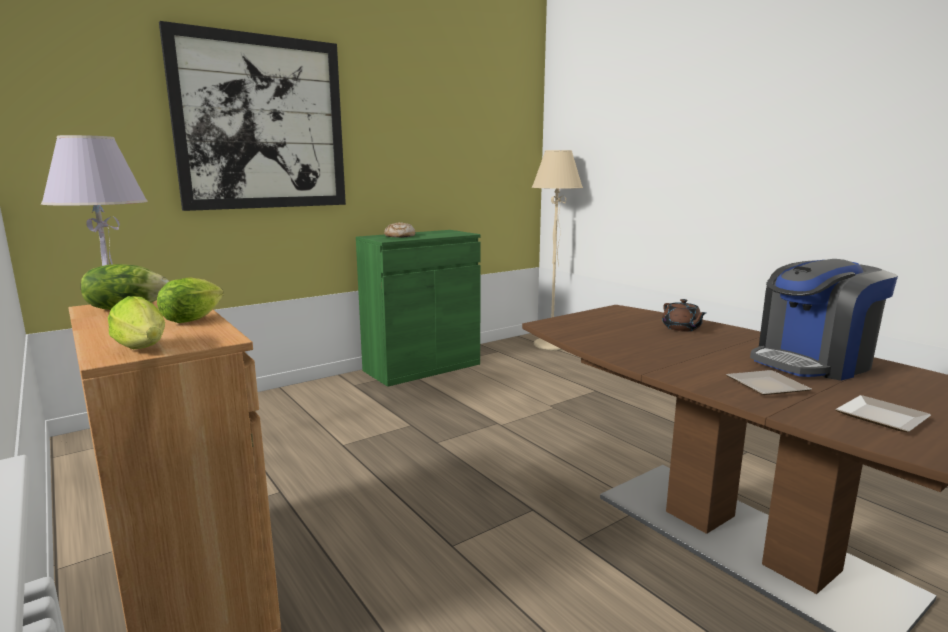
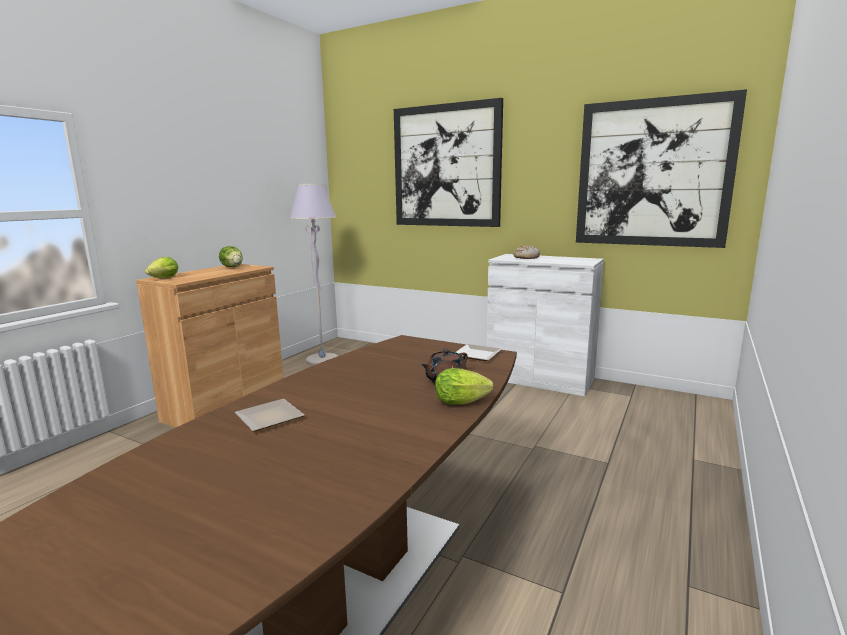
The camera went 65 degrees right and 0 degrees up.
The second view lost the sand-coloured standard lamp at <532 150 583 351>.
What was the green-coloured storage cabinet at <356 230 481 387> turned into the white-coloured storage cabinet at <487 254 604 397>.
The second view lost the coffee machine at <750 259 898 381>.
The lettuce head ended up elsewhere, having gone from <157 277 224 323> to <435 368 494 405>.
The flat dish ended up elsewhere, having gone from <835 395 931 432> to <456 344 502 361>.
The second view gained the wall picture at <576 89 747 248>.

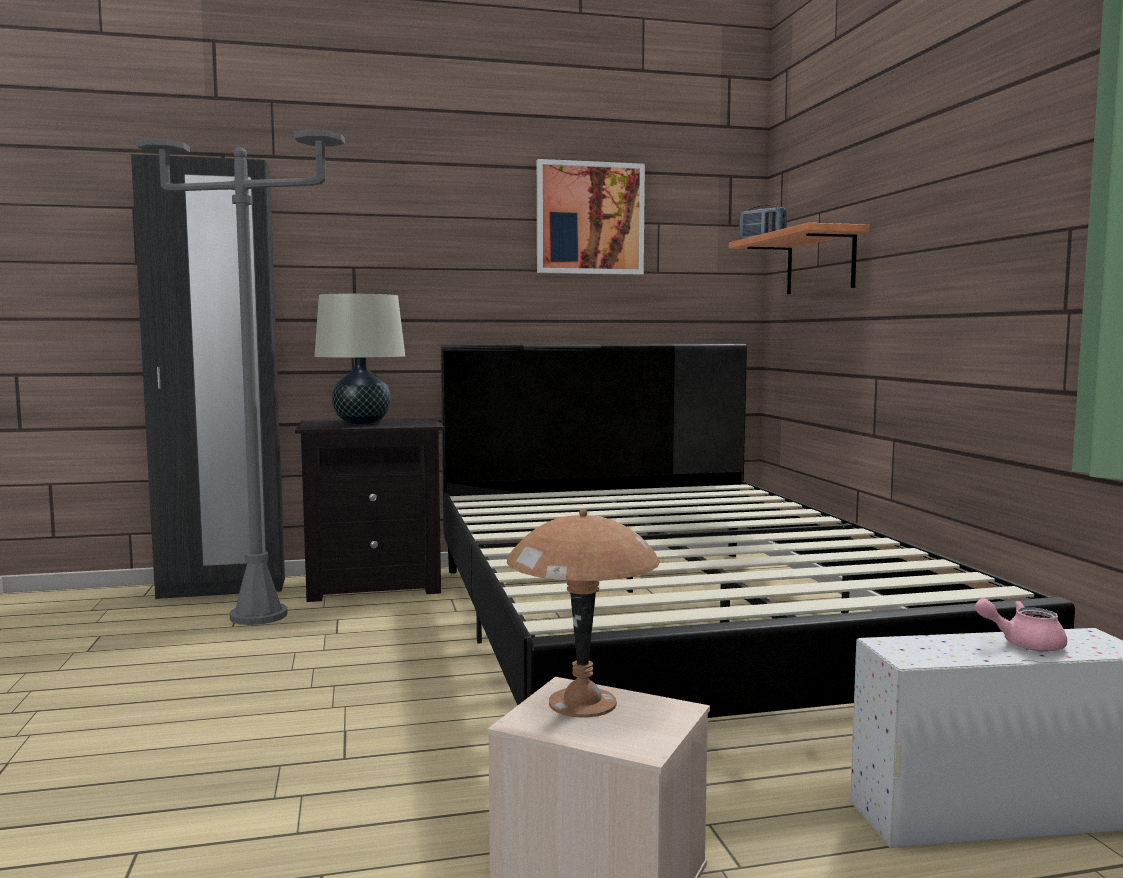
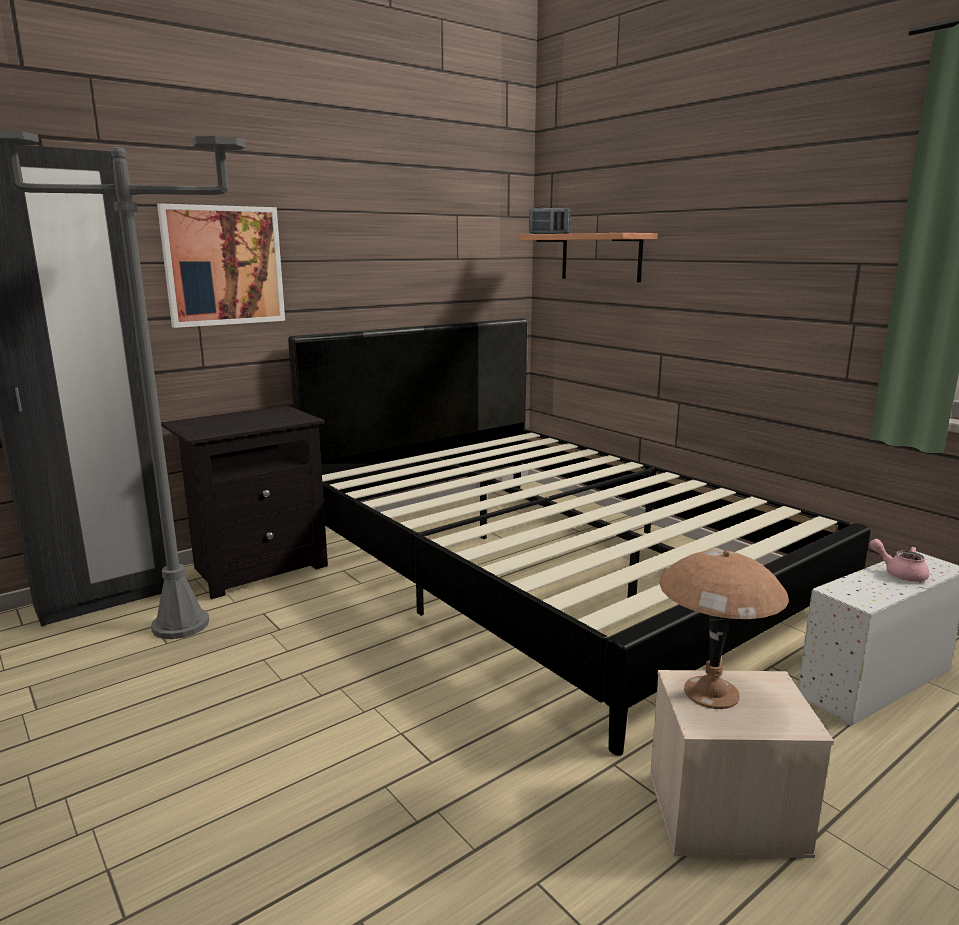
The camera went 25 degrees left and 10 degrees up.
The wall picture ended up elsewhere, having gone from <537 159 645 275> to <157 203 285 328>.
The second view lost the sand-coloured tabletop lamp at <314 294 405 425>.
The pink pot for tea at <975 598 1067 652> ended up facing another way, 60 degrees clockwise from before.

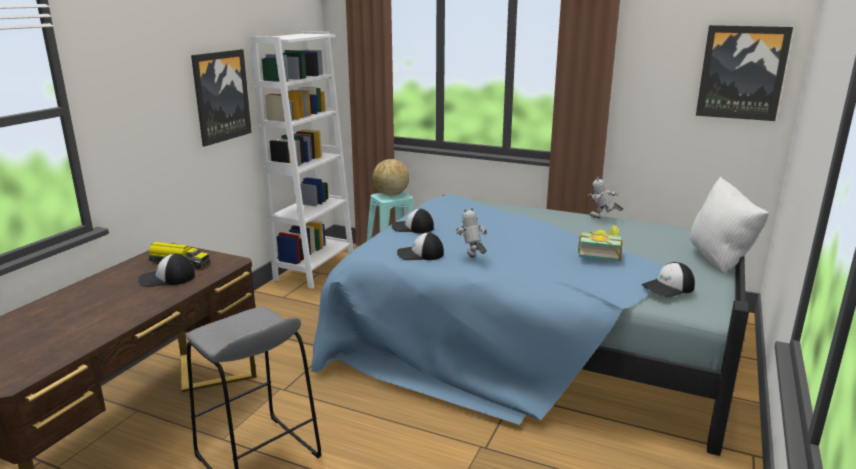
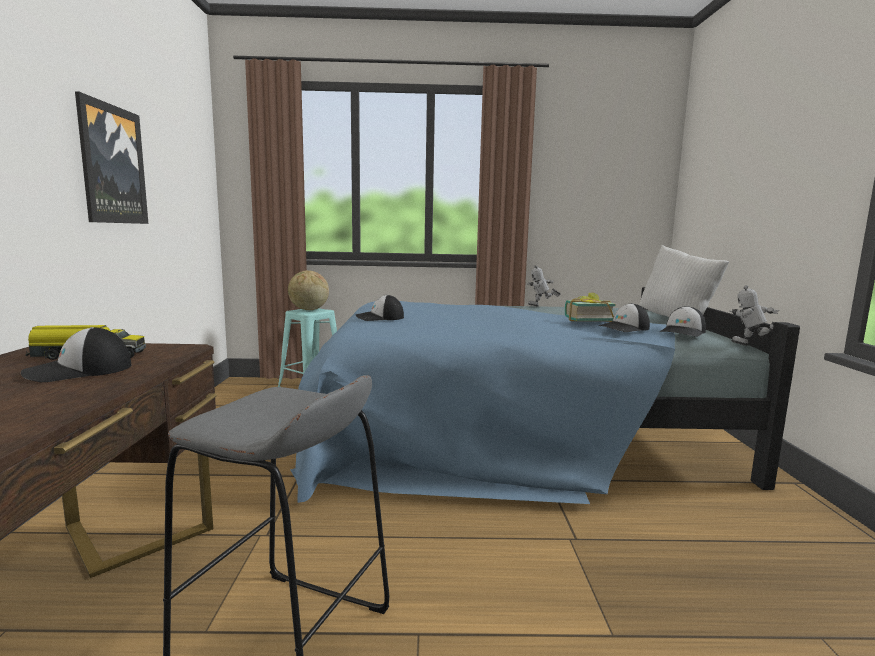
The camera went 25 degrees left and 10 degrees down.
The second view lost the wall picture at <696 25 793 121>.
The second view lost the white-coloured bookcase at <250 31 354 289>.
The toy robot ended up elsewhere, having gone from <456 207 488 258> to <729 285 779 346>.
The peaked cap ended up elsewhere, having gone from <397 233 444 260> to <598 303 650 332>.

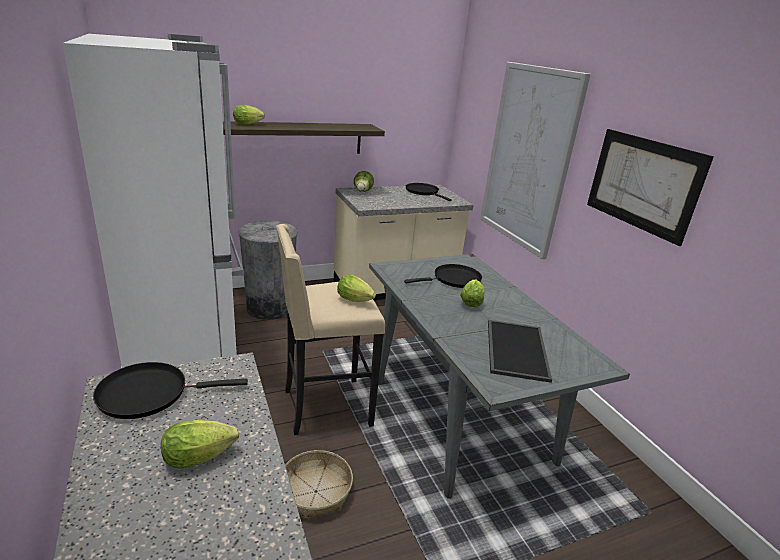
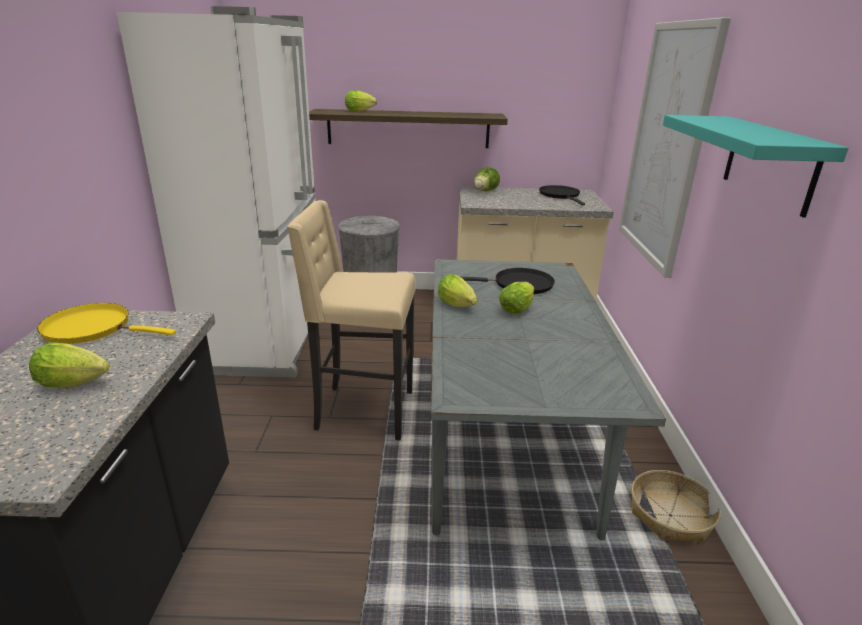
The camera went 25 degrees right and 0 degrees up.
Where the wall picture hung at <587 129 714 246>, the turquoise-coloured shelf came to hang at <663 115 849 218>.
The lettuce head ended up elsewhere, having gone from <337 275 376 302> to <438 274 477 307>.
The second view lost the tray at <488 320 552 383>.
What was the black-coloured frying pan at <93 362 248 419> turned into the yellow frying pan at <37 303 176 344>.
The basket ended up elsewhere, having gone from <285 450 353 520> to <631 470 721 543>.

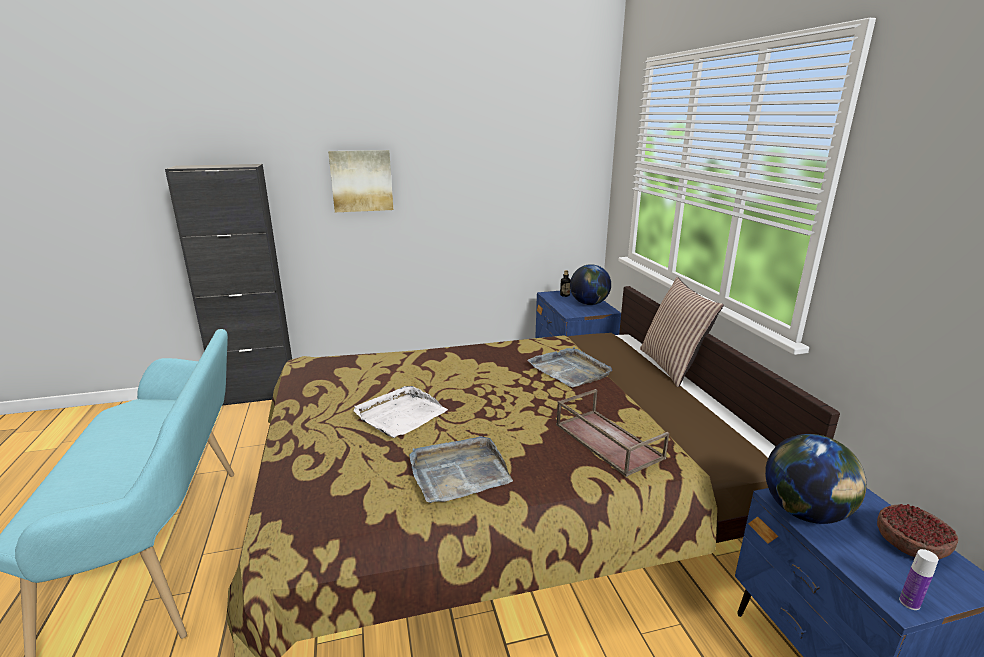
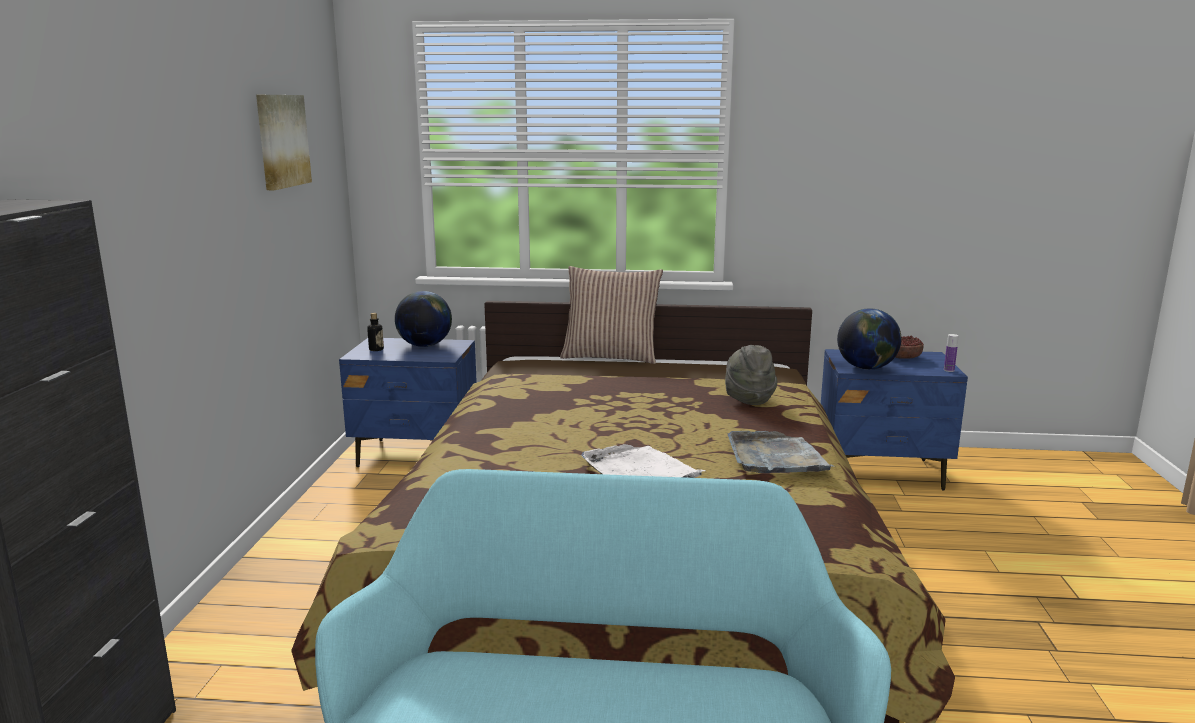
The camera went 70 degrees left and 5 degrees down.
The wall picture ended up elsewhere, having gone from <328 150 393 212> to <256 95 312 190>.
The second view lost the grey tray at <527 347 612 387>.
Where the brown-coloured tray stood at <556 389 669 477>, the grey wearable hat came to stand at <725 345 777 405>.

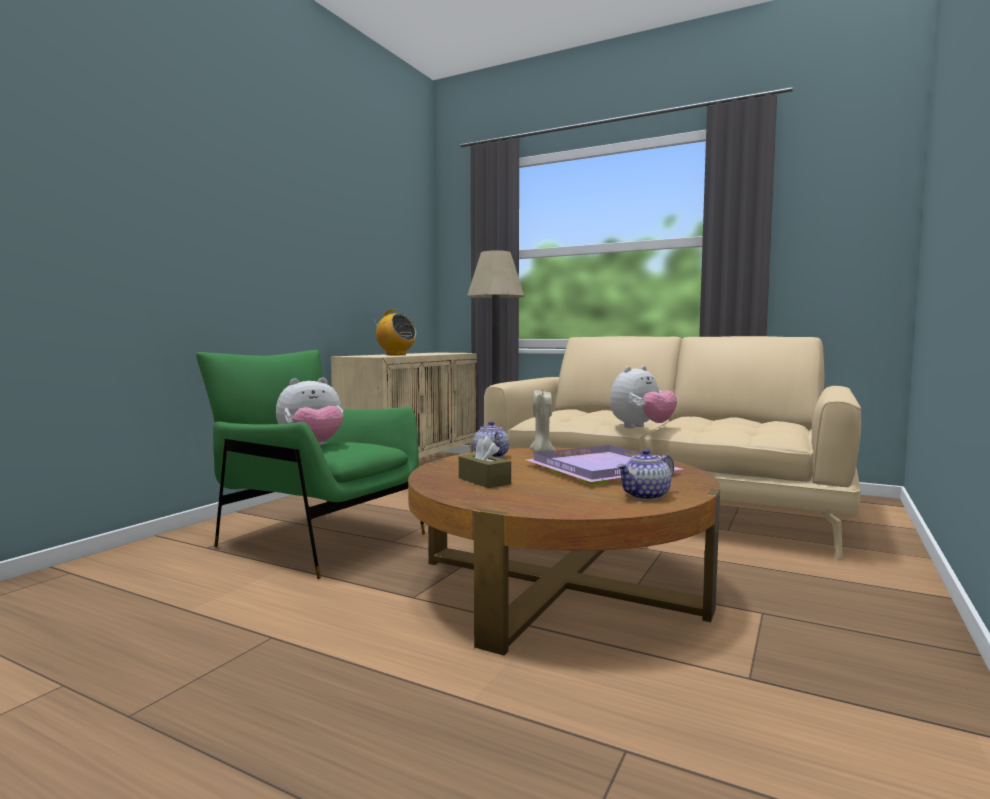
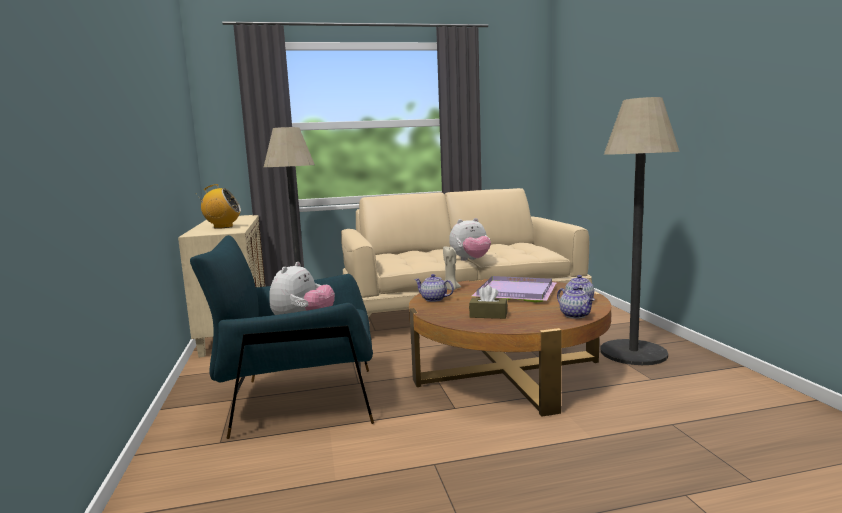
The camera went 40 degrees left and 5 degrees up.
What was the green-coloured lounge chair at <196 350 425 579> turned into the bluish lounge chair at <190 235 374 439>.
The cuddly toy at <610 366 677 428> ended up facing another way, 60 degrees clockwise from before.
The second view gained the standard lamp at <600 97 680 365>.
The second view gained the pot for tea at <557 287 595 319>.

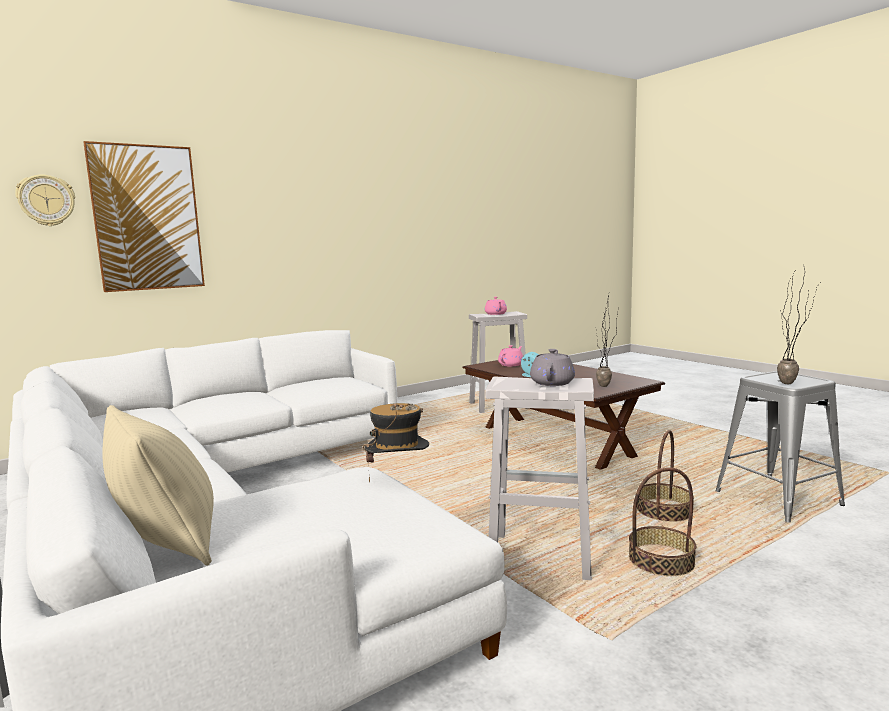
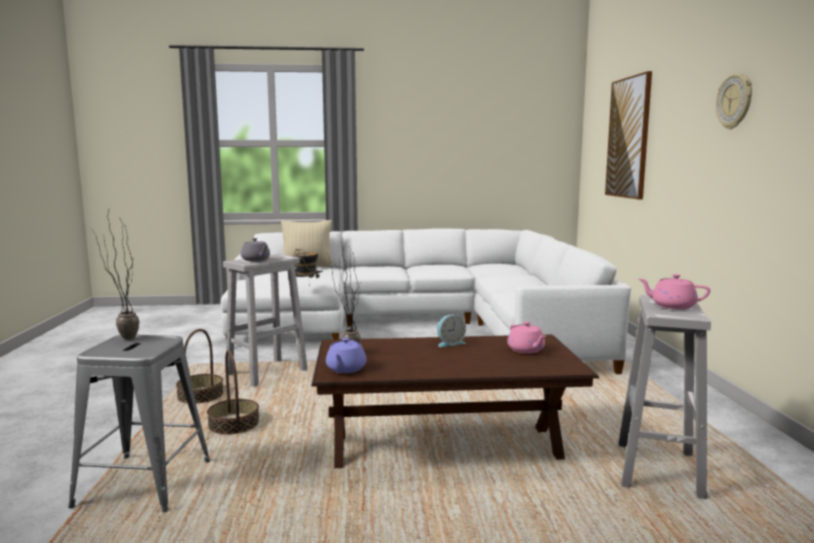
The camera went 120 degrees right and 0 degrees up.
The hanging clock ended up elsewhere, having gone from <15 174 75 226> to <716 74 752 129>.
The second view gained the purple-coloured pot for tea at <326 338 366 373>.

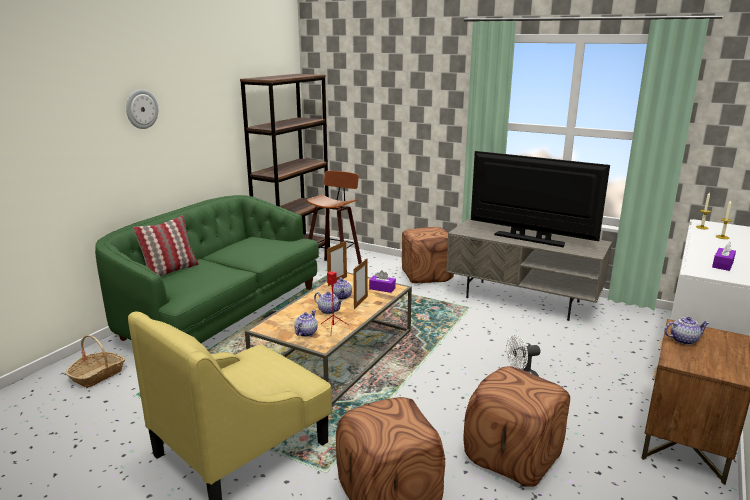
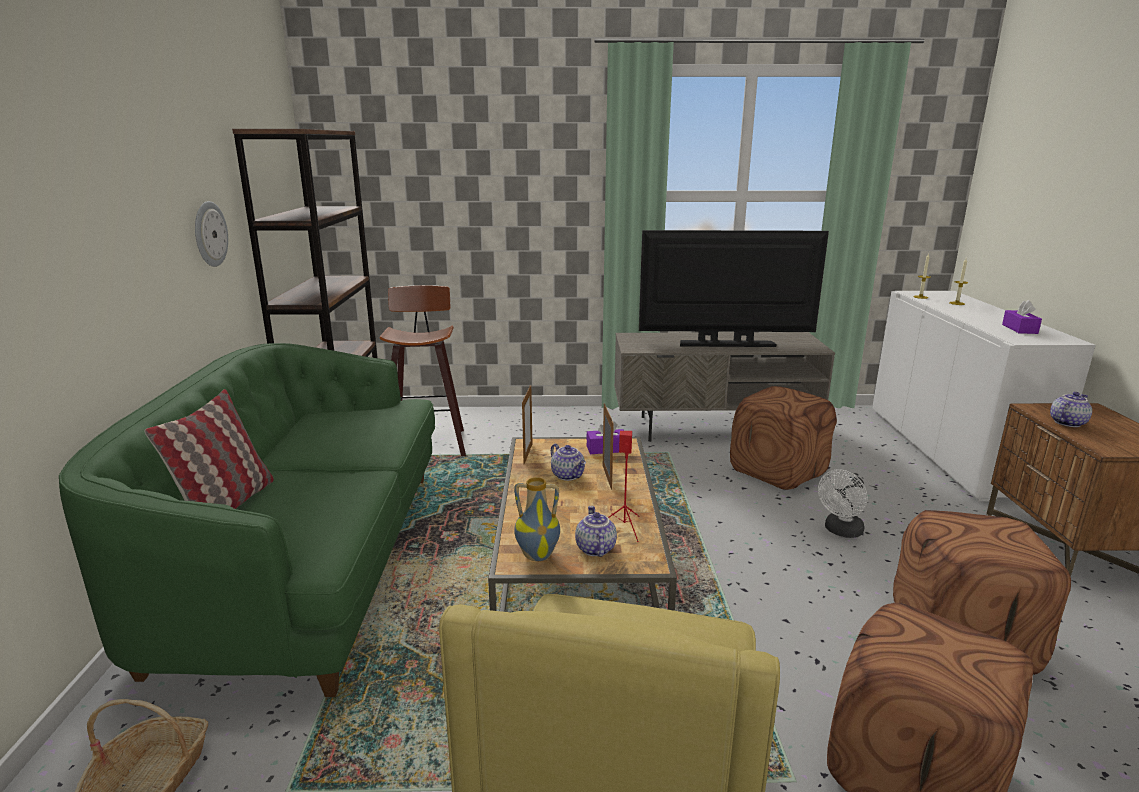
The camera went 30 degrees left and 0 degrees up.
The hanging clock ended up elsewhere, having gone from <126 89 158 129> to <195 201 228 267>.
The brown-coloured footrest ended up elsewhere, having gone from <402 227 454 283> to <730 386 837 490>.
The second view lost the pot for tea at <314 292 343 314>.
The second view gained the decorative vase at <514 477 560 561>.

